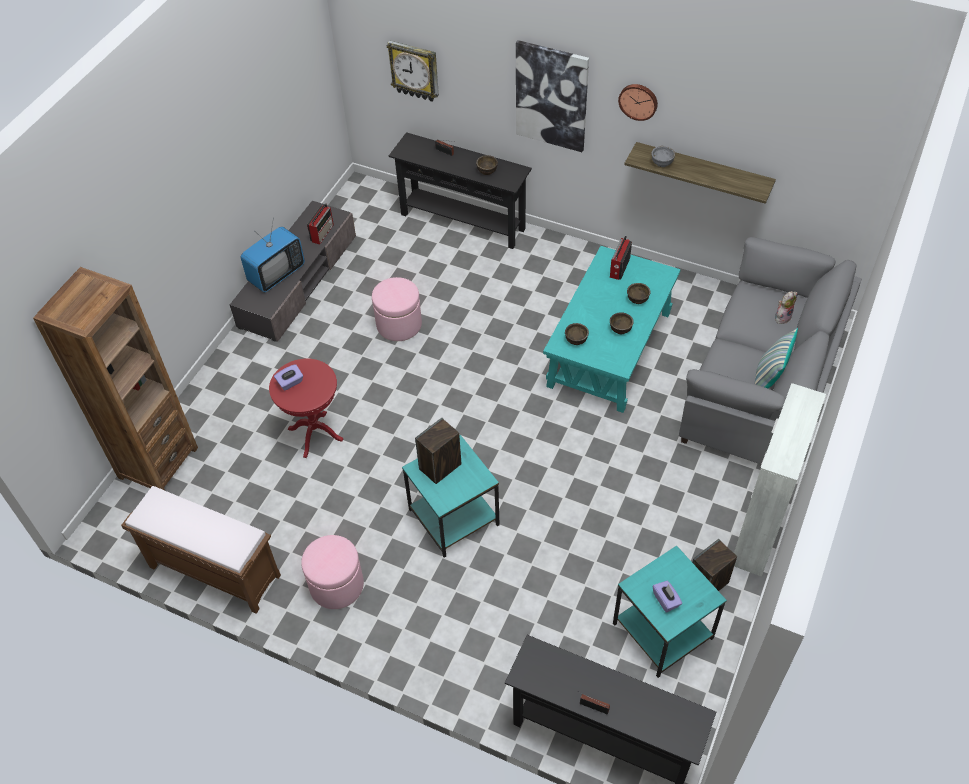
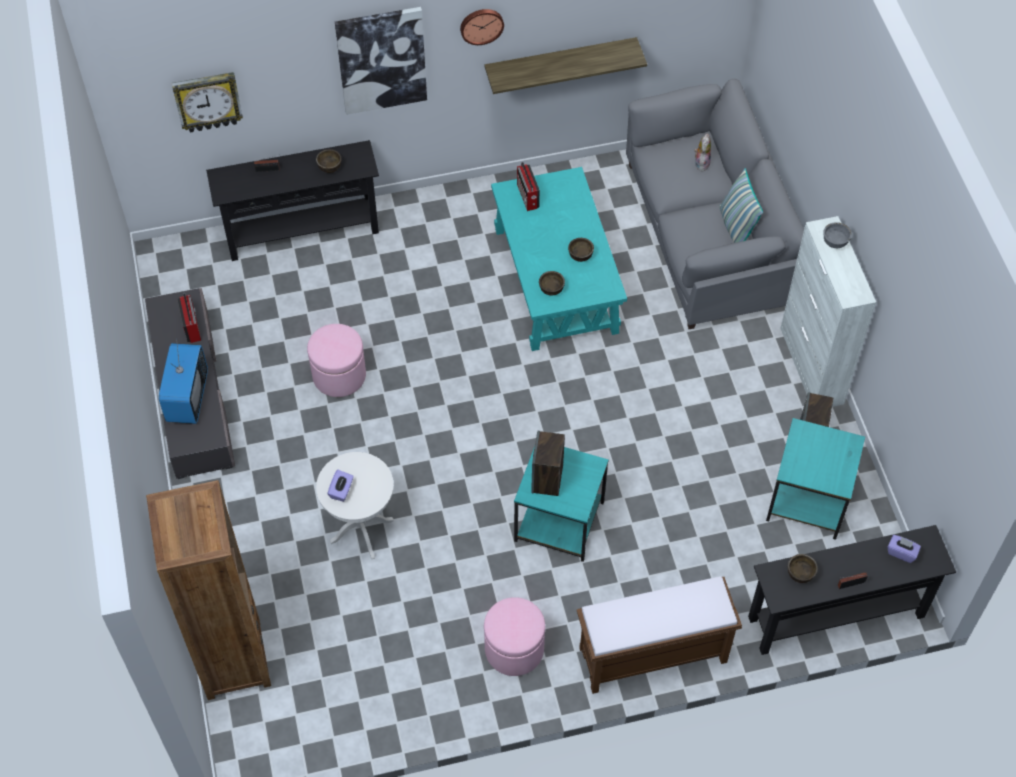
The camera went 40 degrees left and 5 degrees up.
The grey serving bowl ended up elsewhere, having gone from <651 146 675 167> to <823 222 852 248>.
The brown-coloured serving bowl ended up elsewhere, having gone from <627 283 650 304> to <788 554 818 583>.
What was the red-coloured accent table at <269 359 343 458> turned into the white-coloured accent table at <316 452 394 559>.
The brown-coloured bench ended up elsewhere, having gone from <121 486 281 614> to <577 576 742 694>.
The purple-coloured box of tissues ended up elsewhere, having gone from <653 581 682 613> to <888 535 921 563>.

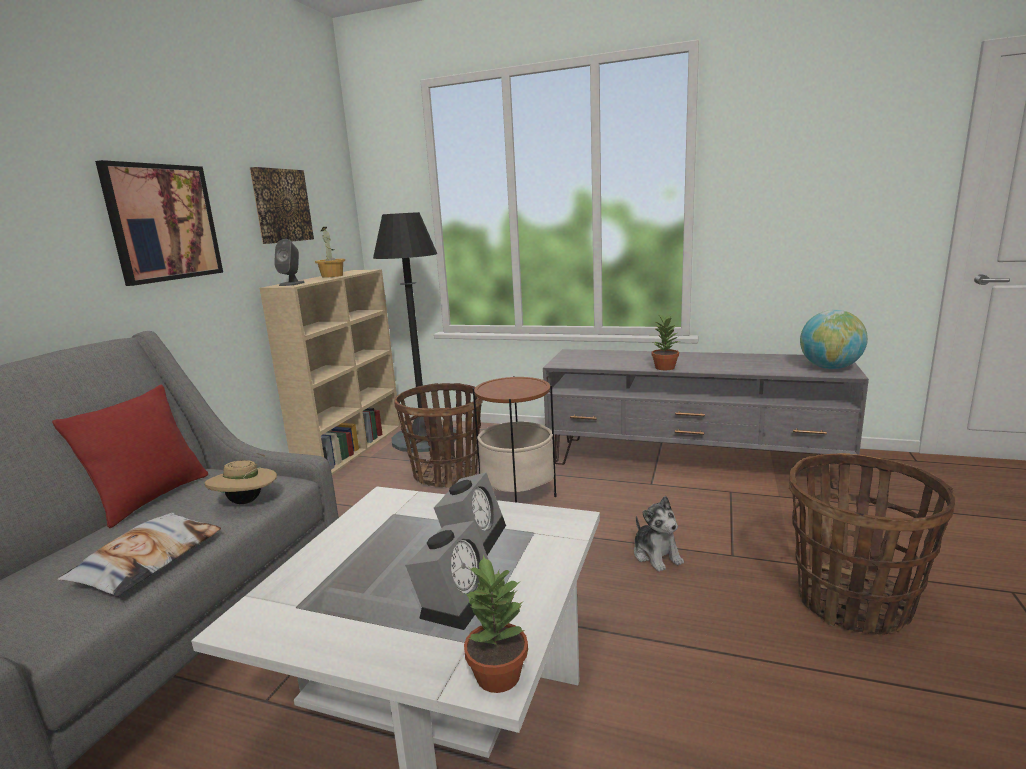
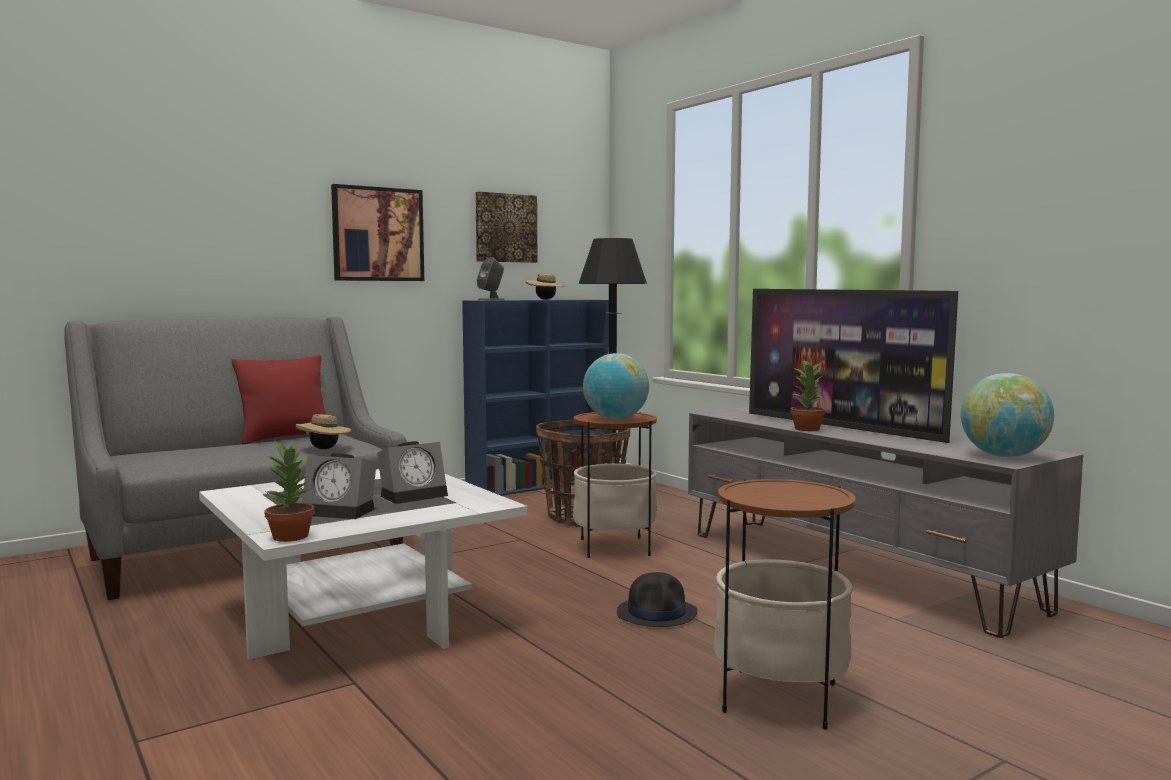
The camera went 35 degrees right and 10 degrees down.
Where the plant in a pot stood at <315 227 345 278>, the sand-coloured wearable hat came to stand at <526 273 565 300>.
What was the sand-coloured bookcase at <260 269 401 475> turned into the bluish bookcase at <462 300 609 496>.
Where the basket stood at <789 453 955 634>, the accent table came to stand at <714 479 856 730>.
Where the cuddly toy stood at <634 496 684 572>, the black-coloured wearable hat came to stand at <617 572 697 627>.
The second view lost the pillow at <57 513 221 597>.
The table clock at <406 521 488 630> ended up facing another way, 45 degrees clockwise from before.
The second view gained the television at <749 289 958 443>.
The second view gained the desk globe at <583 353 649 420>.

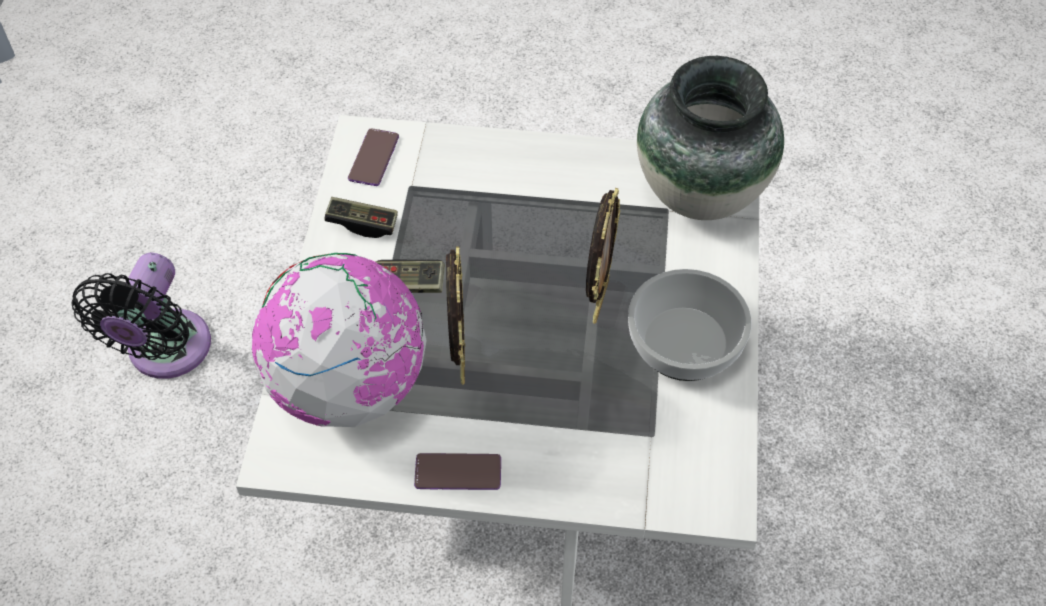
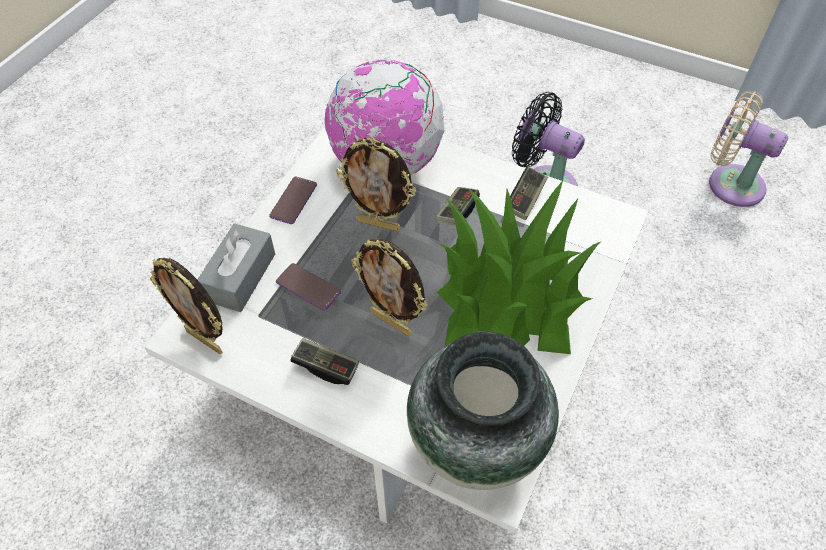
The camera went 110 degrees right and 0 degrees up.
The handset ended up elsewhere, having gone from <348 128 399 186> to <276 263 341 311>.
Where the serving bowl stood at <628 269 751 381>, the game controller came to stand at <291 338 359 385>.
The second view gained the sand-coloured cooling fan at <709 91 788 207>.
The second view gained the plant in a pot at <437 181 601 354>.
The second view gained the grey box of tissues at <197 223 275 312>.
The second view gained the photo frame at <150 258 223 354>.

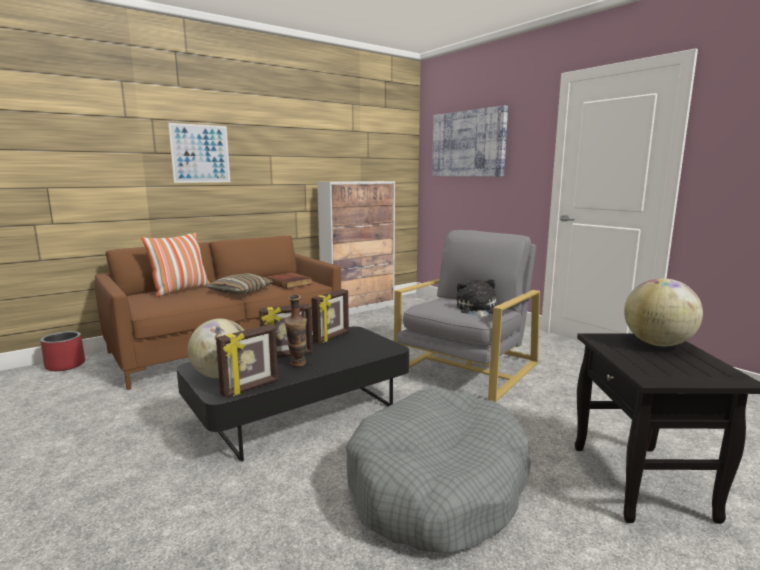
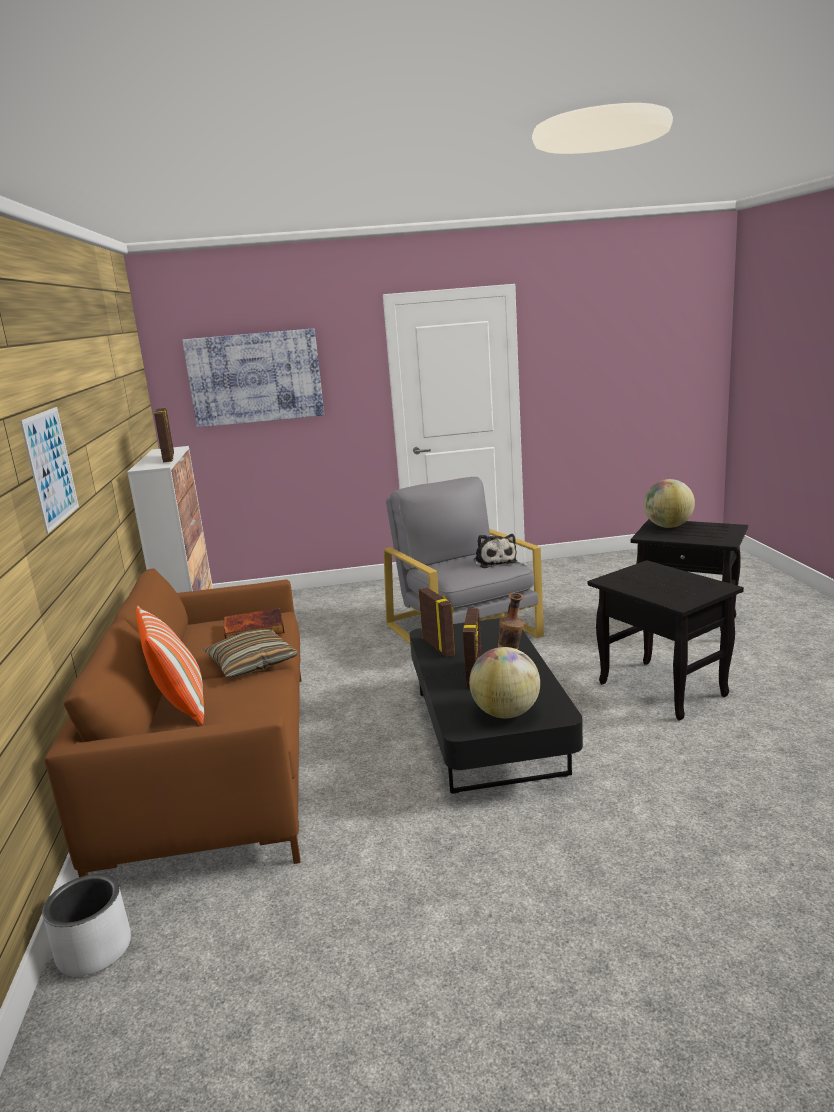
The camera went 60 degrees left and 5 degrees up.
The cuddly toy at <456 279 497 319> ended up facing another way, 135 degrees counterclockwise from before.
The photo frame ended up elsewhere, having gone from <216 325 278 398> to <154 408 174 463>.
What was the red-coloured flower pot at <40 331 85 371> turned into the white-coloured flower pot at <42 874 131 976>.
Where the grey dog bed stood at <346 387 531 554>, the black-coloured accent table came to stand at <588 560 744 721>.

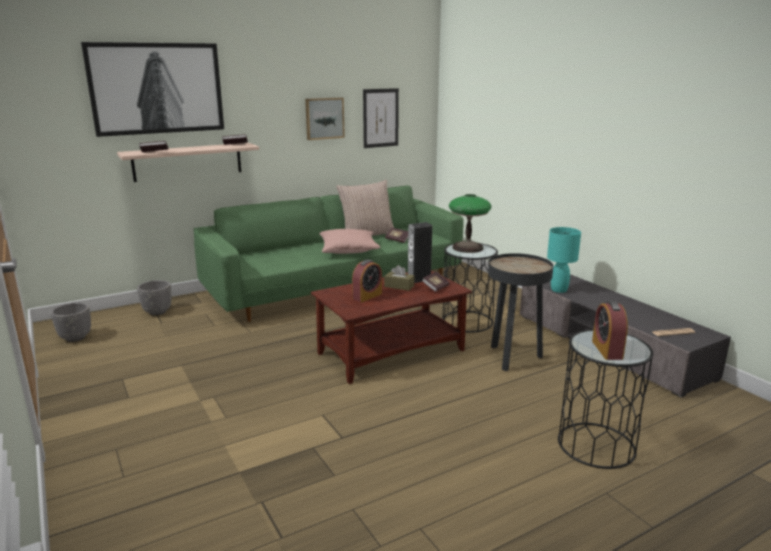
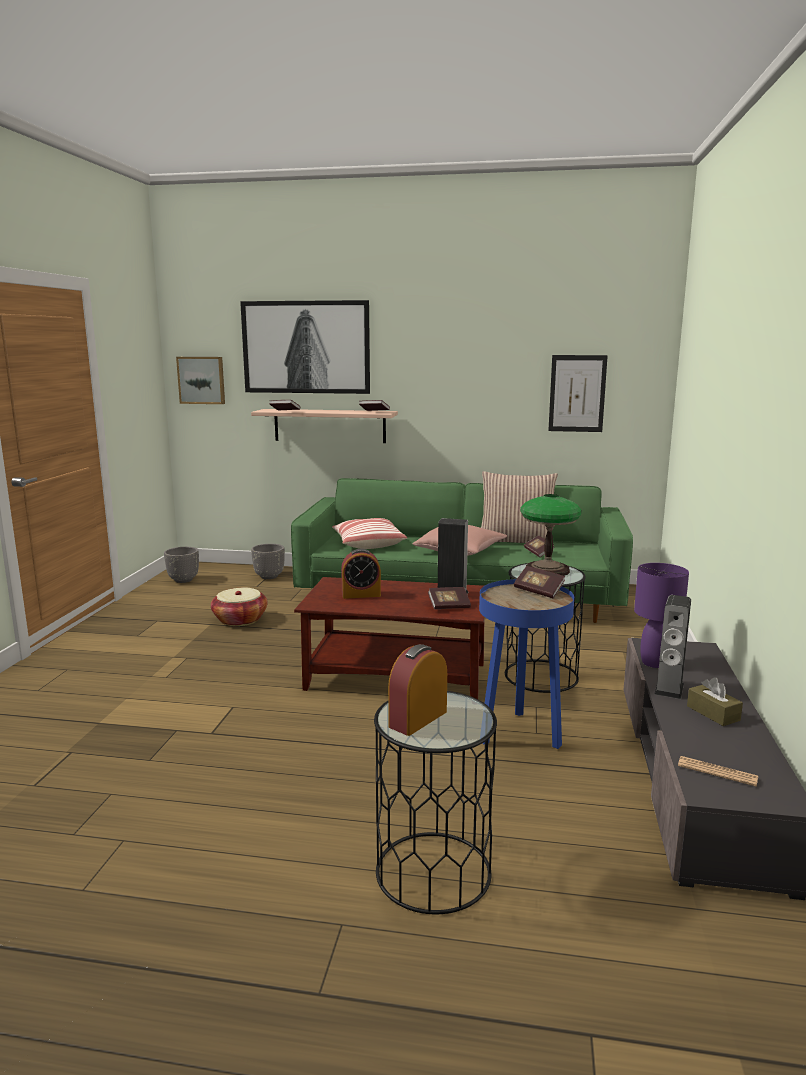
The camera went 40 degrees right and 5 degrees down.
The wall picture ended up elsewhere, having gone from <305 97 345 140> to <176 357 225 404>.
What was the turquoise-coloured tabletop lamp at <547 227 581 293> turned into the purple-coloured tabletop lamp at <634 563 689 668>.
What was the black-coloured accent table at <488 253 553 371> turned into the bluish accent table at <479 579 574 749>.
The brown-coloured box of tissues ended up elsewhere, having gone from <384 265 414 291> to <687 677 743 726>.
The second view gained the pillow at <332 518 407 549>.
The second view gained the volume at <514 566 565 598>.
The second view gained the basket at <211 588 268 626>.
The second view gained the audio speaker at <654 595 691 699>.

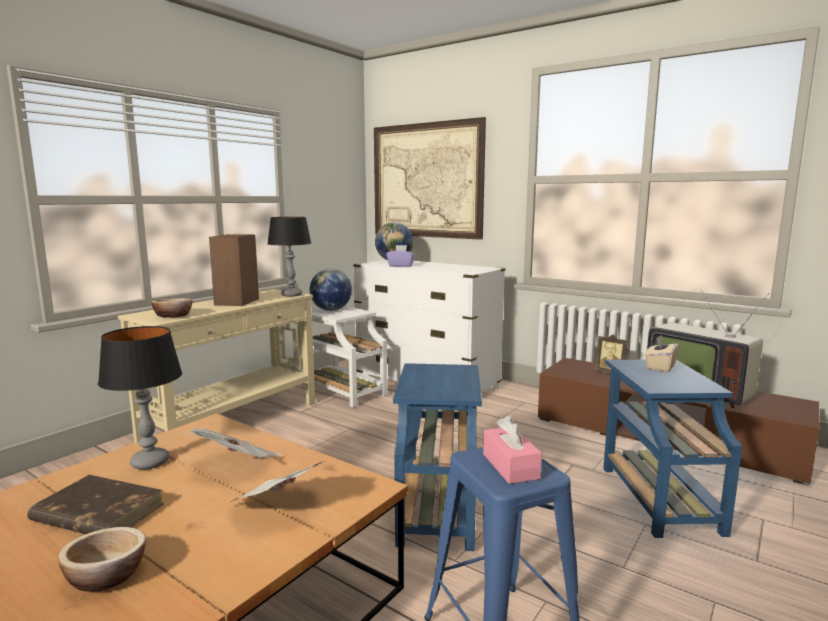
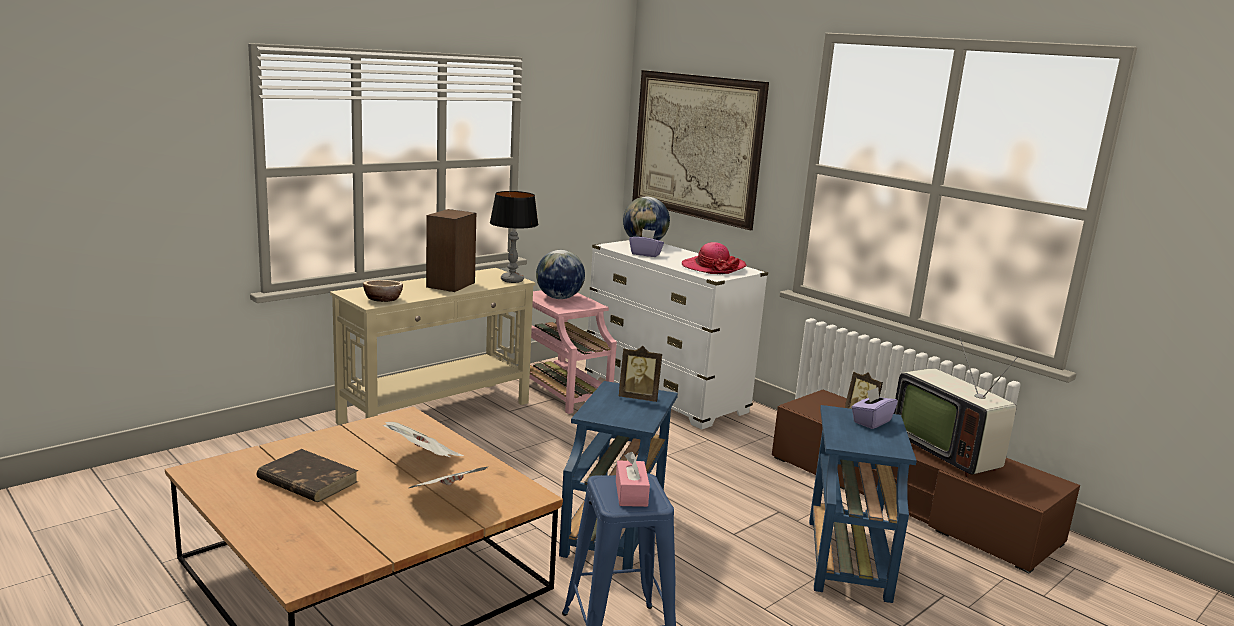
The camera went 10 degrees right and 5 degrees up.
What was the white-coloured accent table at <300 306 387 408> turned into the pink accent table at <530 290 617 414>.
The second view lost the tabletop lamp at <98 326 182 470>.
What was the sand-coloured box of tissues at <645 335 679 373> turned into the purple-coloured box of tissues at <851 387 898 429>.
The second view lost the serving bowl at <58 527 146 592>.
The second view gained the wearable hat at <682 242 747 274>.
The second view gained the photo frame at <619 346 662 402>.

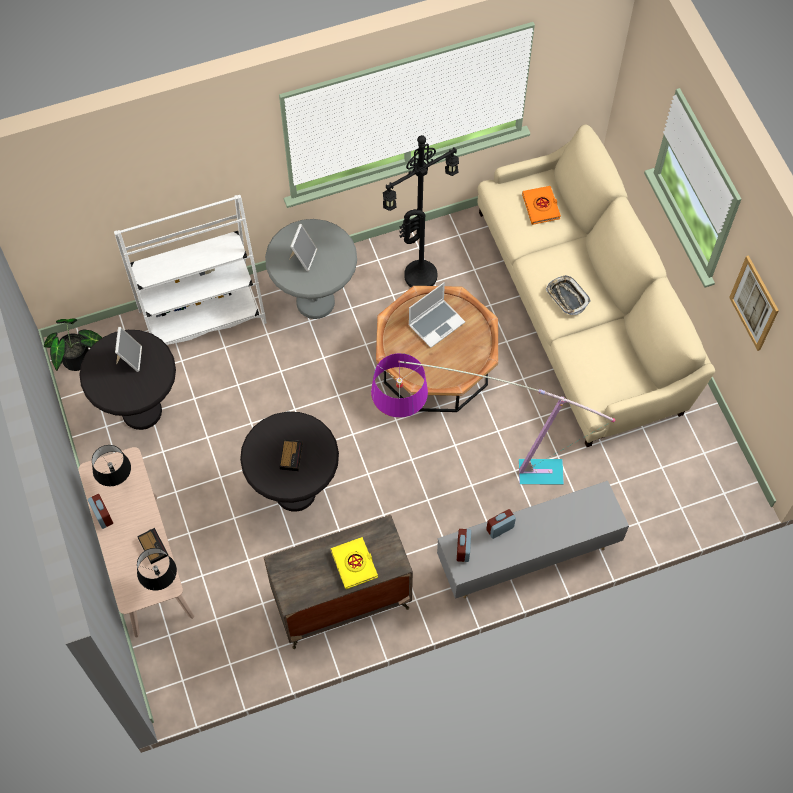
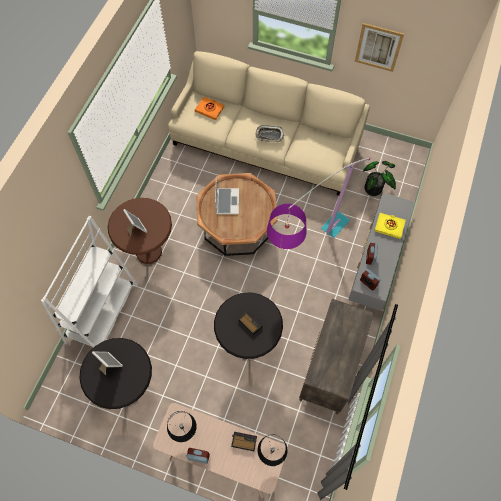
The camera went 50 degrees left and 0 degrees up.
The second view lost the black-coloured standard lamp at <383 135 459 287>.
What was the grey accent table at <265 219 357 319> turned into the brown-coloured accent table at <108 198 172 264>.
The plant in a pot ended up elsewhere, having gone from <44 318 102 371> to <363 161 396 196>.
The yellow volume ended up elsewhere, having gone from <331 537 378 589> to <375 213 406 239>.

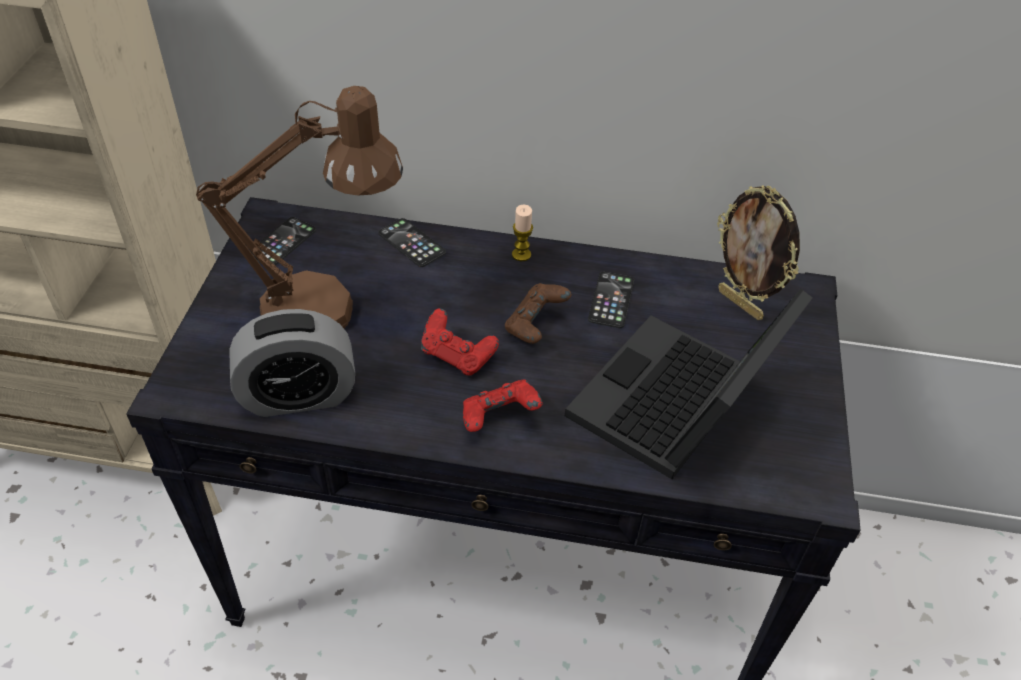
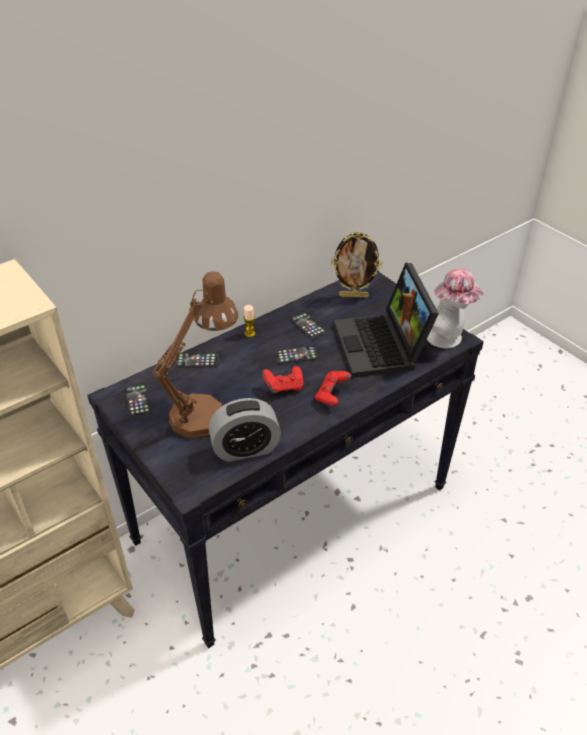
The camera went 45 degrees left and 5 degrees down.
Where the brown-coloured game controller stood at <505 283 571 344>, the handset came to stand at <274 346 318 364>.
The table clock at <229 309 355 417> ended up facing another way, 45 degrees clockwise from before.
The second view gained the wearable hat at <427 268 485 348>.

